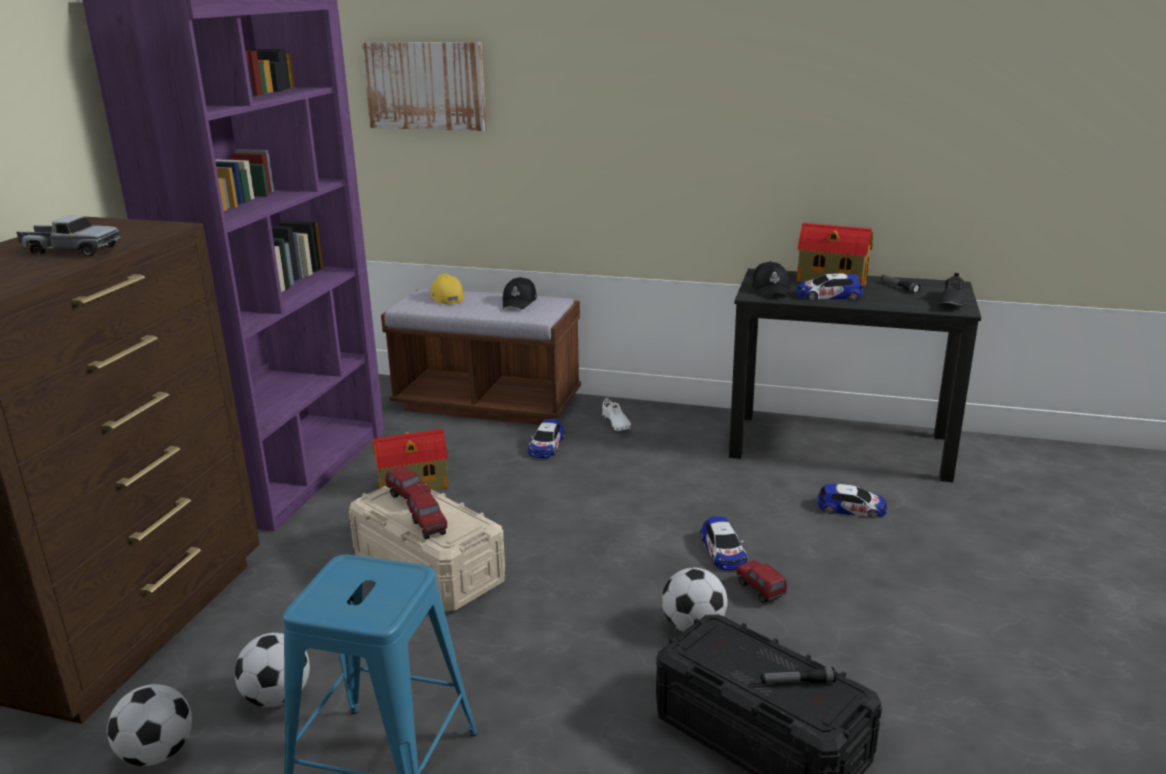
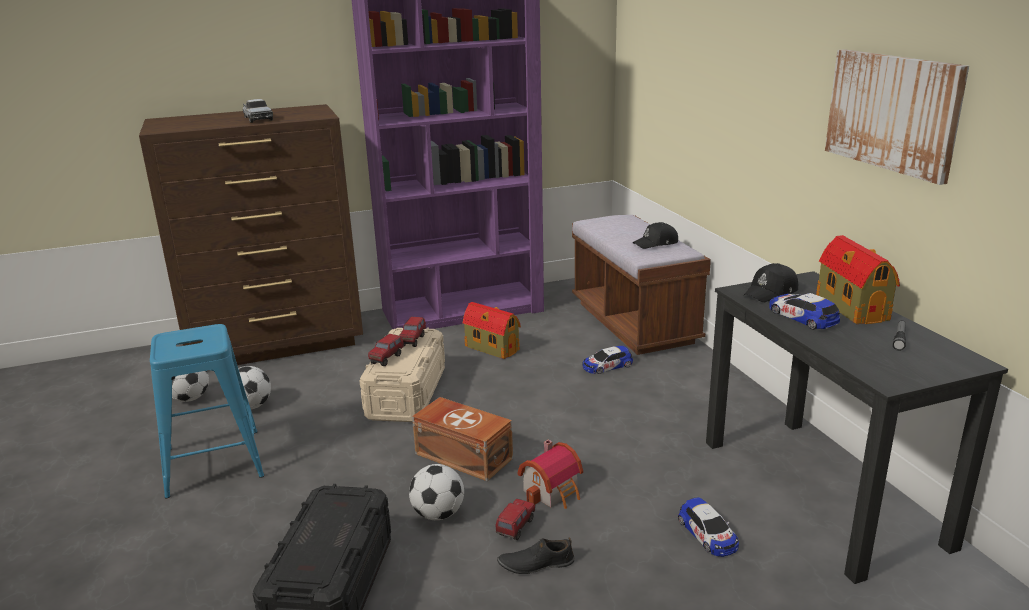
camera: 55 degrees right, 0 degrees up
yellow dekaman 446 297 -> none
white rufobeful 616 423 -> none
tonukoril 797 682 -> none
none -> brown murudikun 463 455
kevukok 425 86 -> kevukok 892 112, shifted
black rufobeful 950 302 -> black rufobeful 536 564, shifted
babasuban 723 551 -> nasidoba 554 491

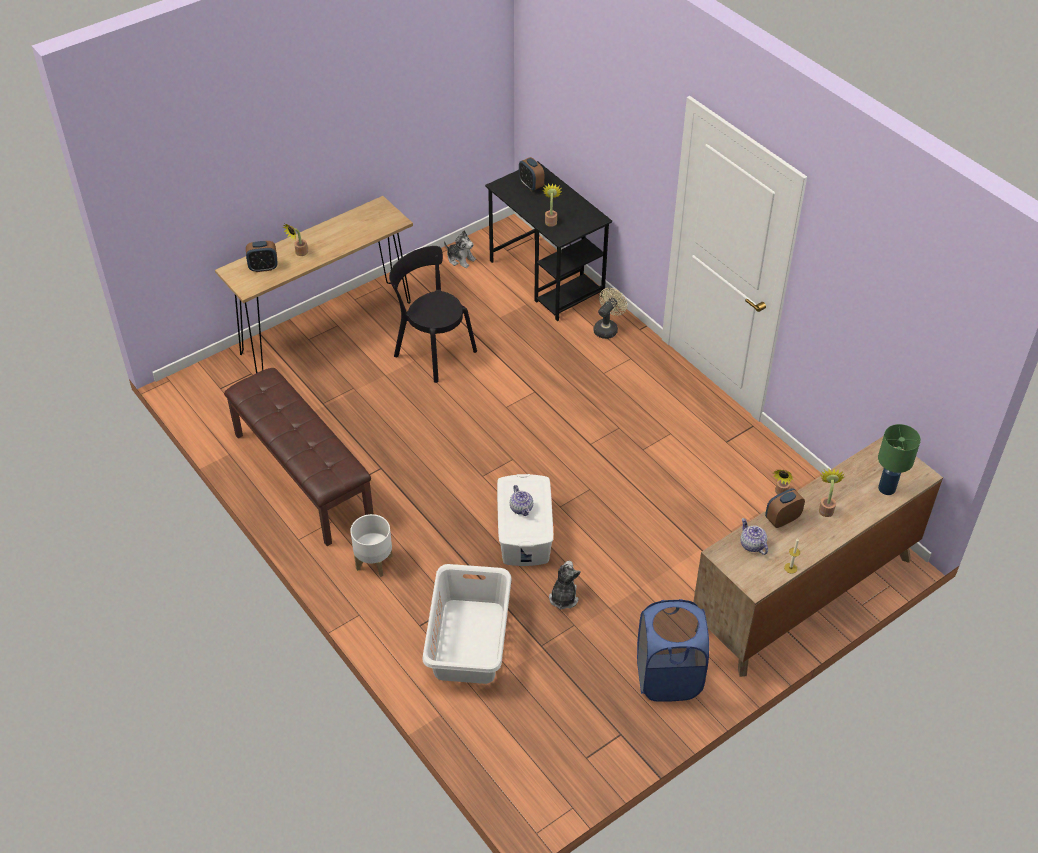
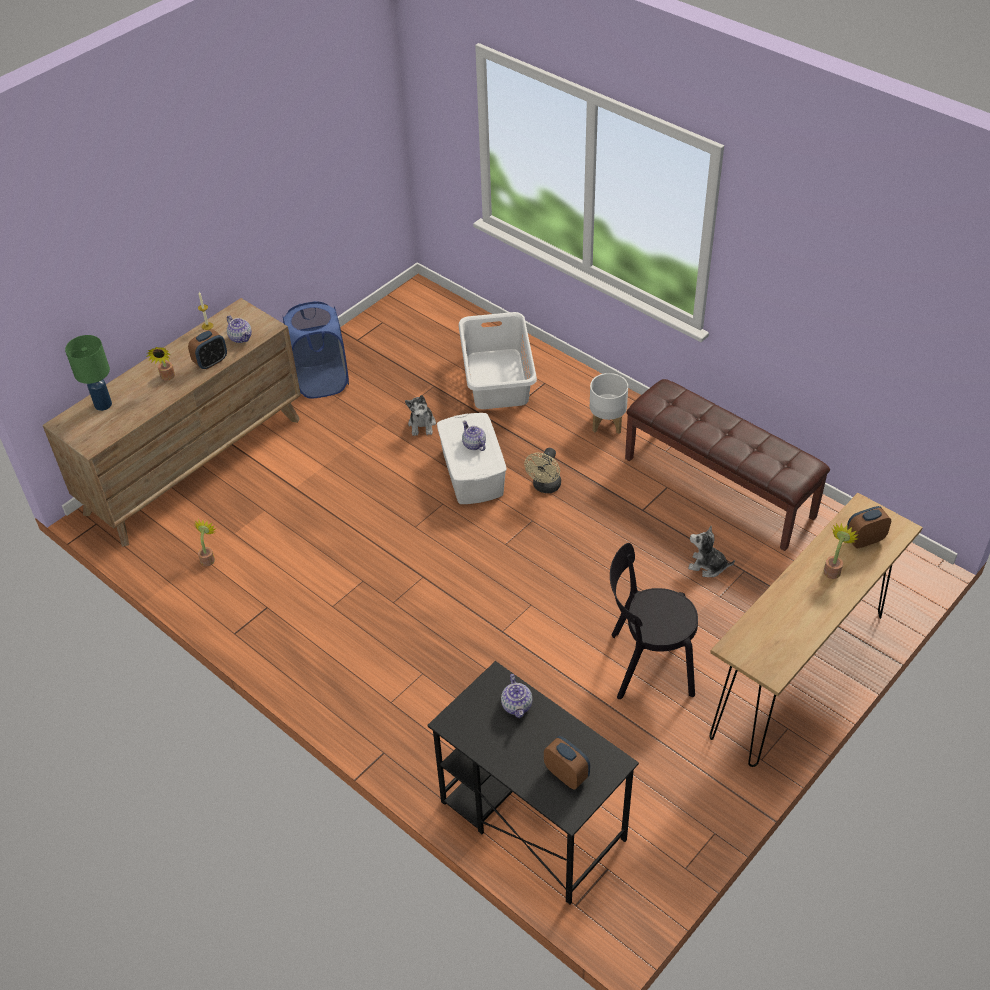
camera: 170 degrees right, 0 degrees up
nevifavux 460 259 -> nevifavux 707 566, shifted
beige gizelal 607 328 -> beige gizelal 545 487, shifted
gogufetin 551 221 -> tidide 517 705
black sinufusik 432 351 -> black sinufusik 646 664, 150 degrees clockwise

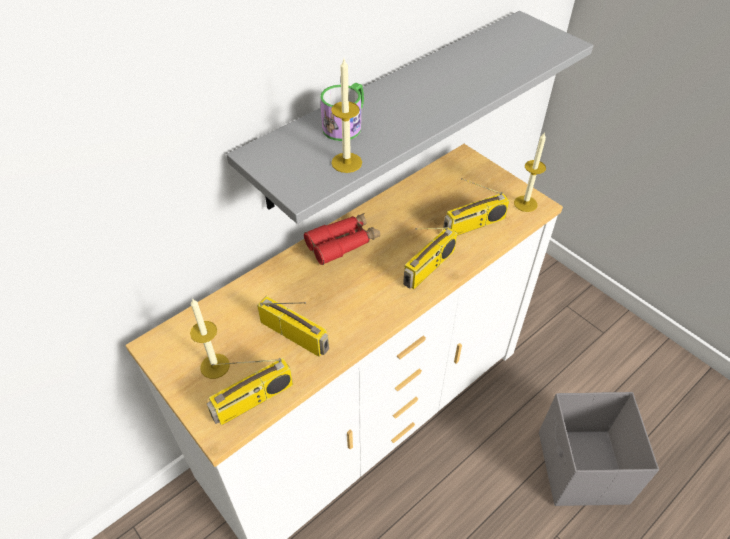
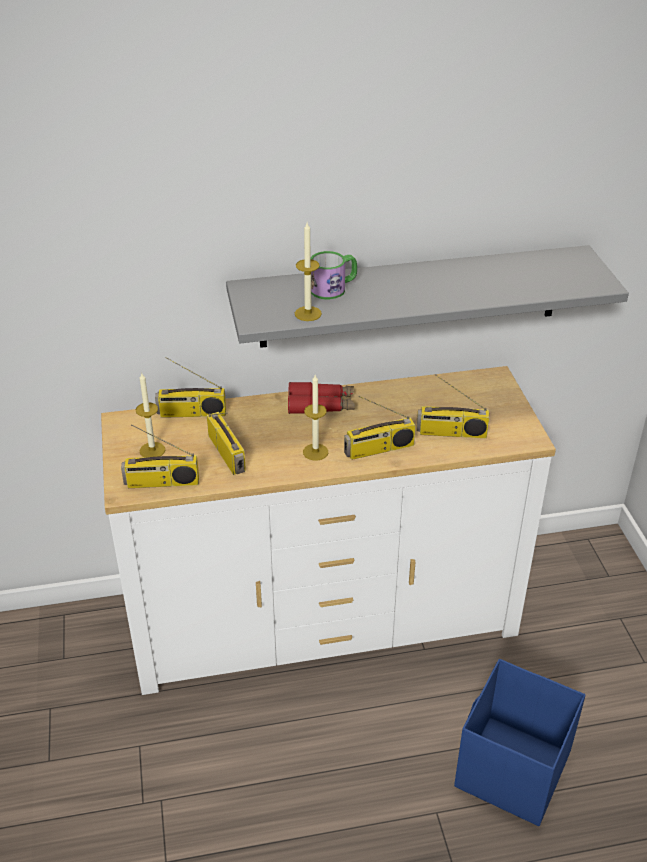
camera: 30 degrees right, 10 degrees down
none -> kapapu 191 413
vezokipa 525 203 -> vezokipa 315 452, shifted
grey murudikun 581 469 -> blue murudikun 511 771

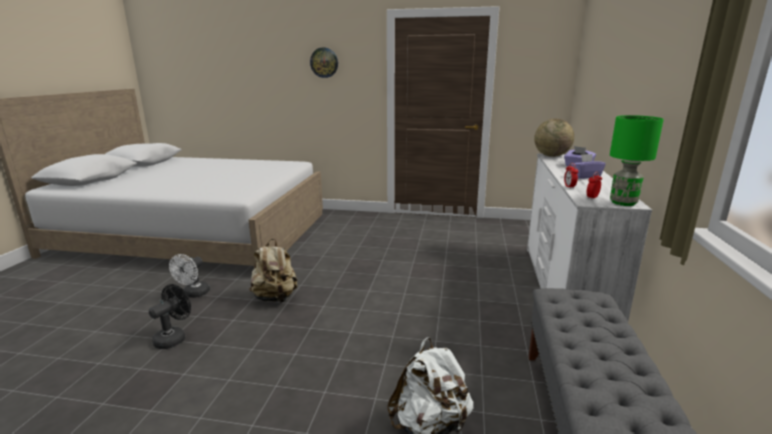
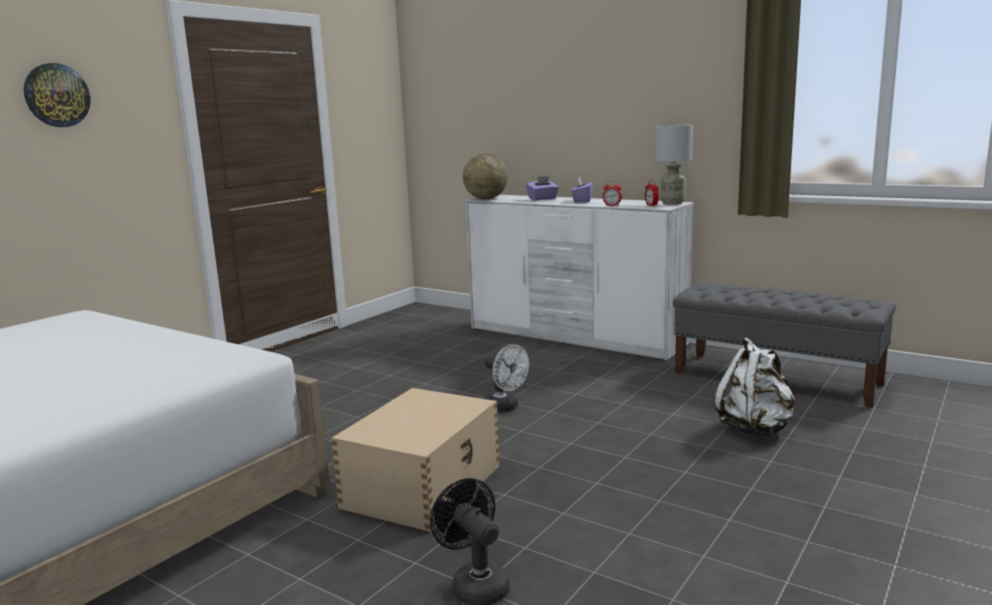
camera: 65 degrees left, 5 degrees down
white gizelal 194 294 -> white gizelal 505 407, shifted
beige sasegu 275 298 -> beige murudikun 424 485
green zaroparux 623 203 -> grey zaroparux 672 203

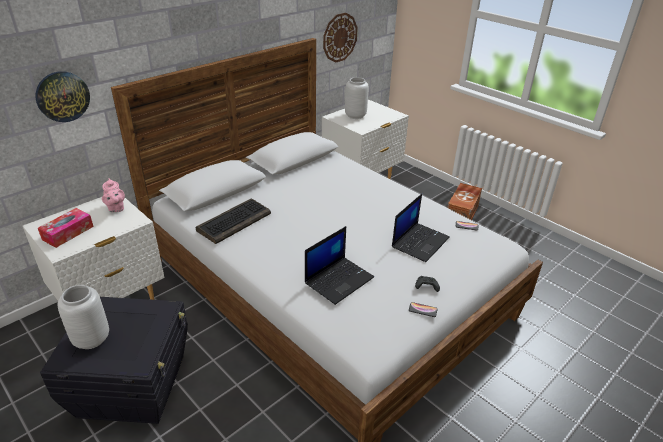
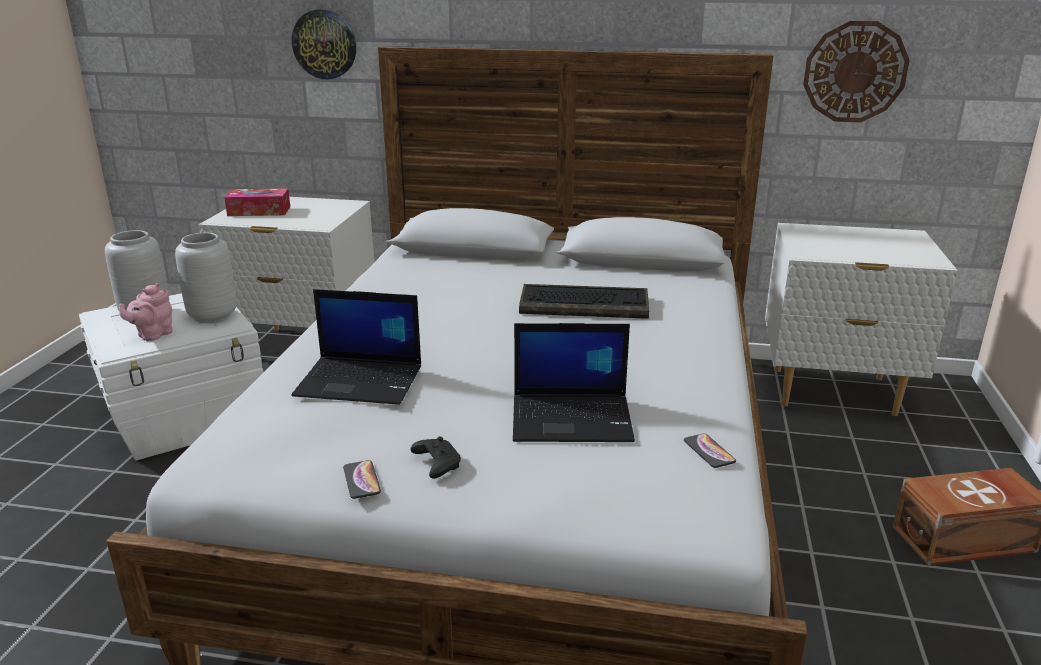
camera: 55 degrees right, 10 degrees down
pink tidide 116 208 -> pink tidide 153 335, shifted
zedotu 234 221 -> zedotu 585 304, shifted
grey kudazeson 355 115 -> grey kudazeson 214 316, shifted
black murudikun 133 385 -> white murudikun 186 418

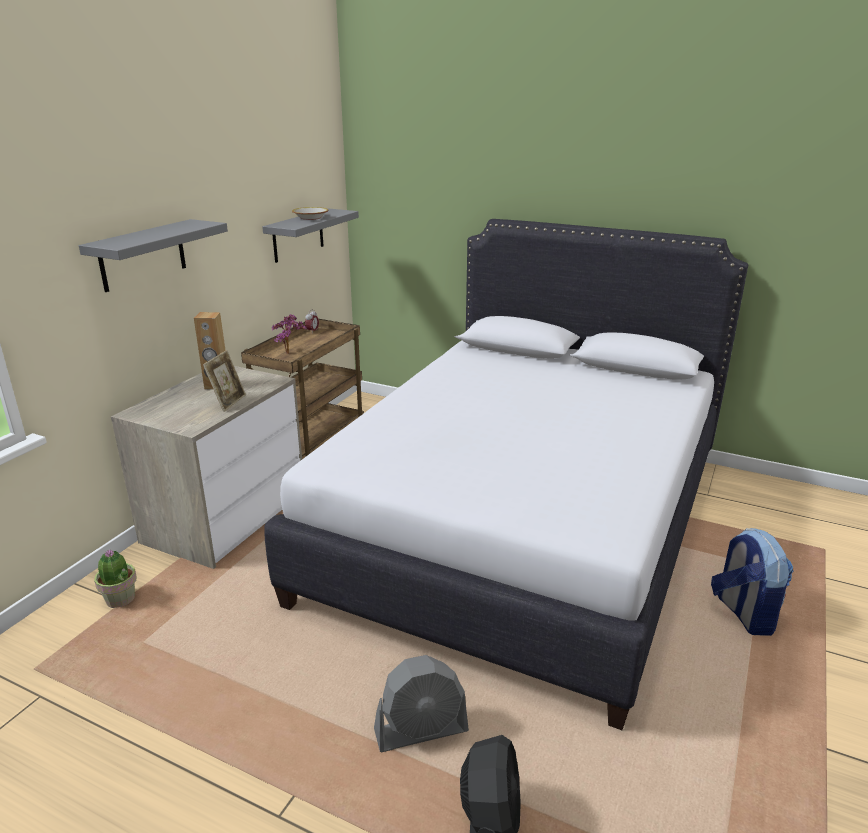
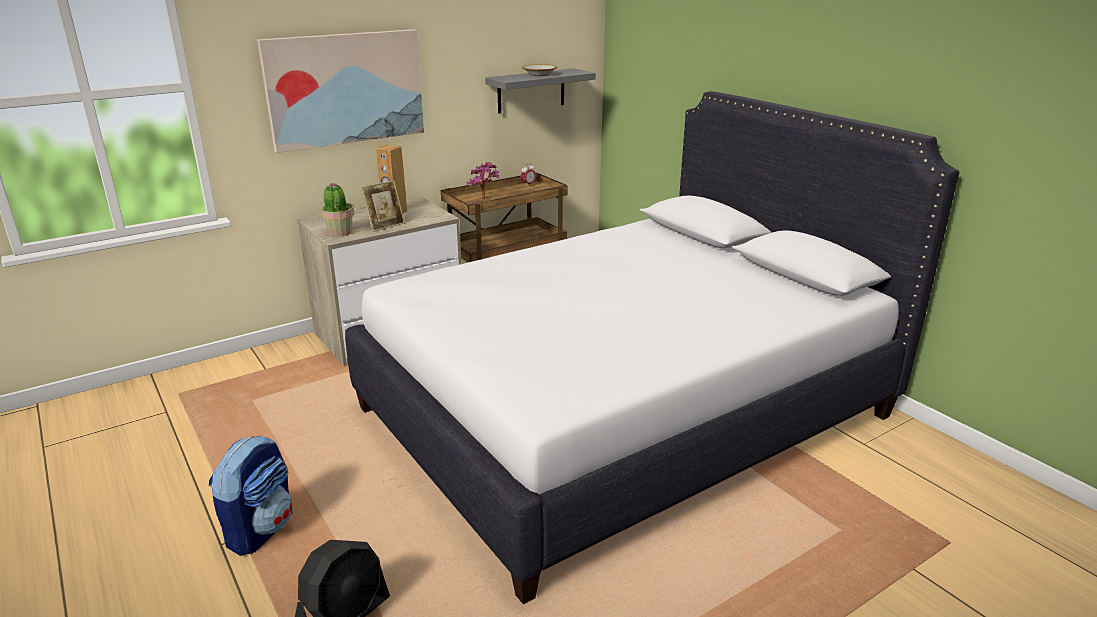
camera: 30 degrees right, 0 degrees up
grey gizelal 421 731 -> none
gogufetin 120 599 -> gogufetin 339 232, shifted
sasegu 743 613 -> sasegu 260 529, shifted
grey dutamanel 143 255 -> kevukok 345 88

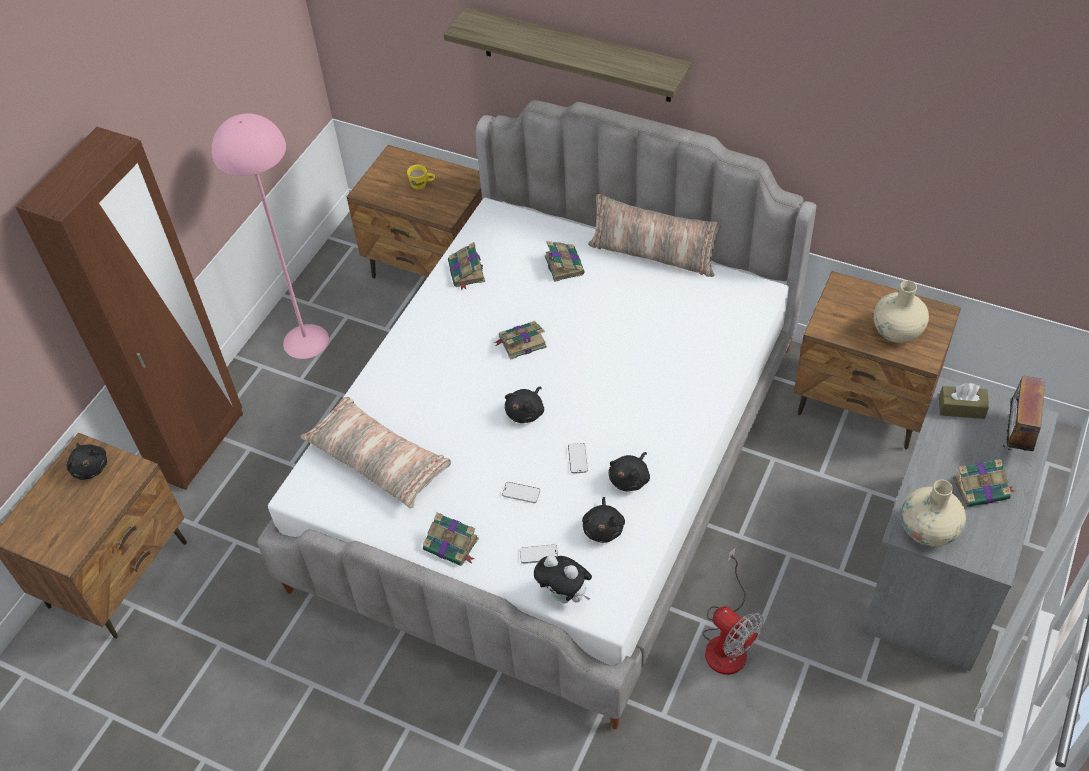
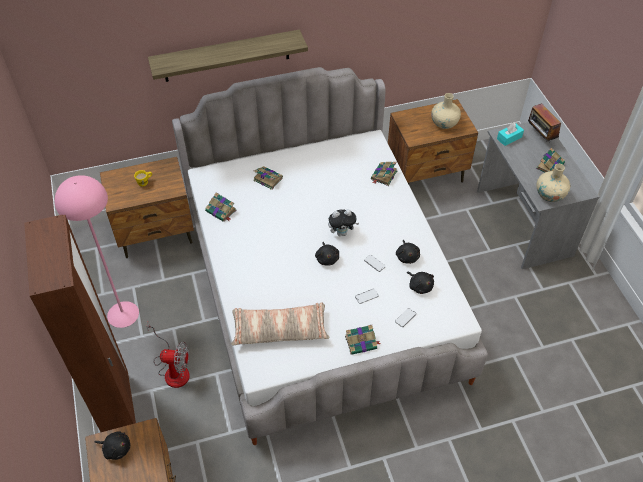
camera: 45 degrees left, 0 degrees up
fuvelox 653 254 -> none
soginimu 521 342 -> soginimu 383 176, shifted
nevifavux 565 595 -> nevifavux 342 232, shifted
gizelal 727 640 -> gizelal 173 369, shifted
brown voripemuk 961 408 -> turquoise voripemuk 509 138

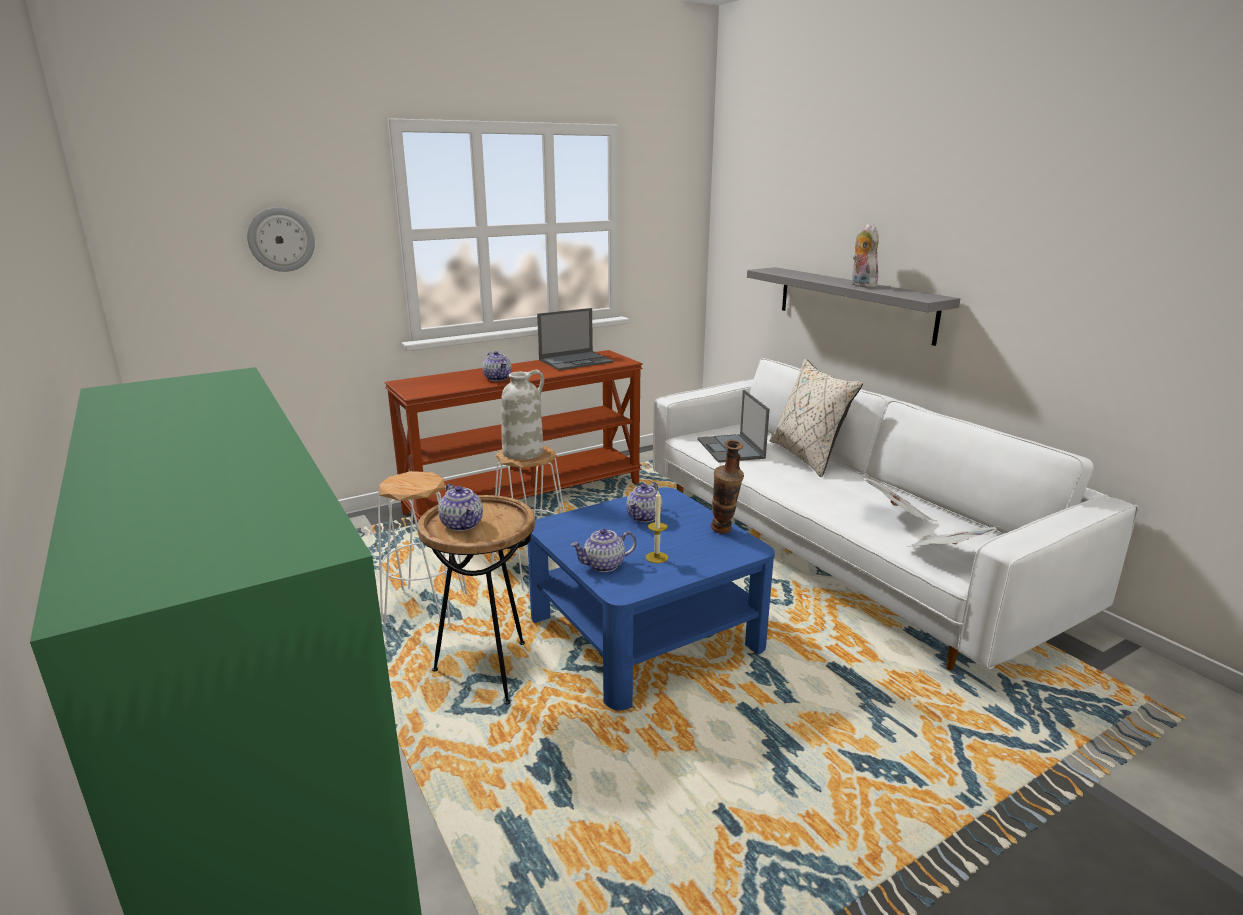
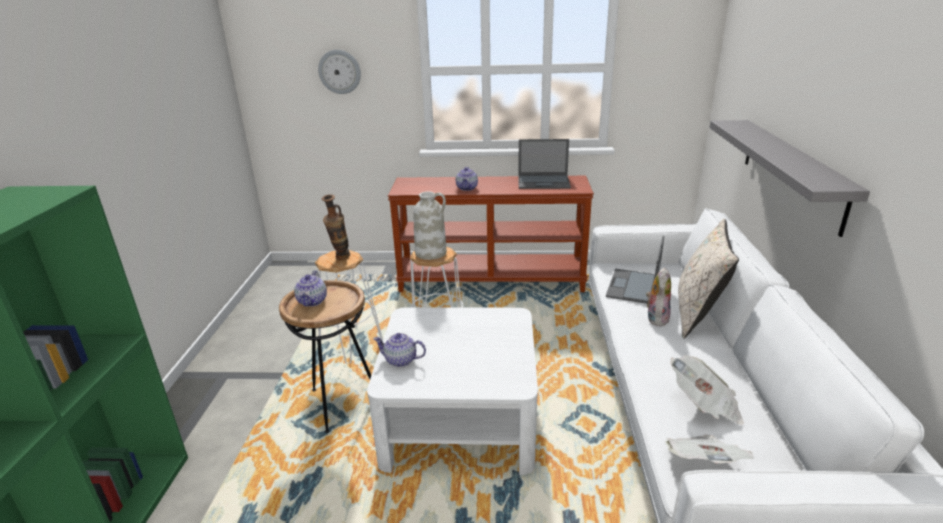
camera: 35 degrees right, 5 degrees up
tidide 644 517 -> none
vezokipa 656 557 -> none
kudazeson 724 532 -> kudazeson 340 259, shifted
nevifavux 861 285 -> nevifavux 656 318, shifted
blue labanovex 646 632 -> white labanovex 461 419

